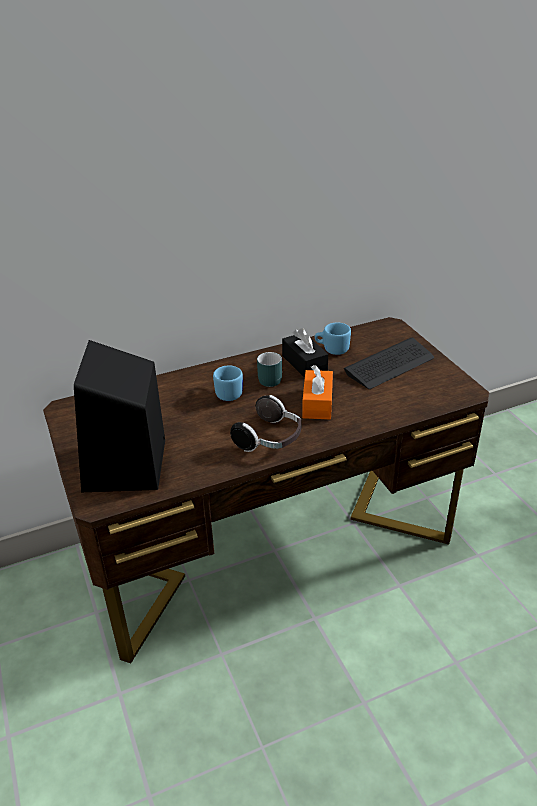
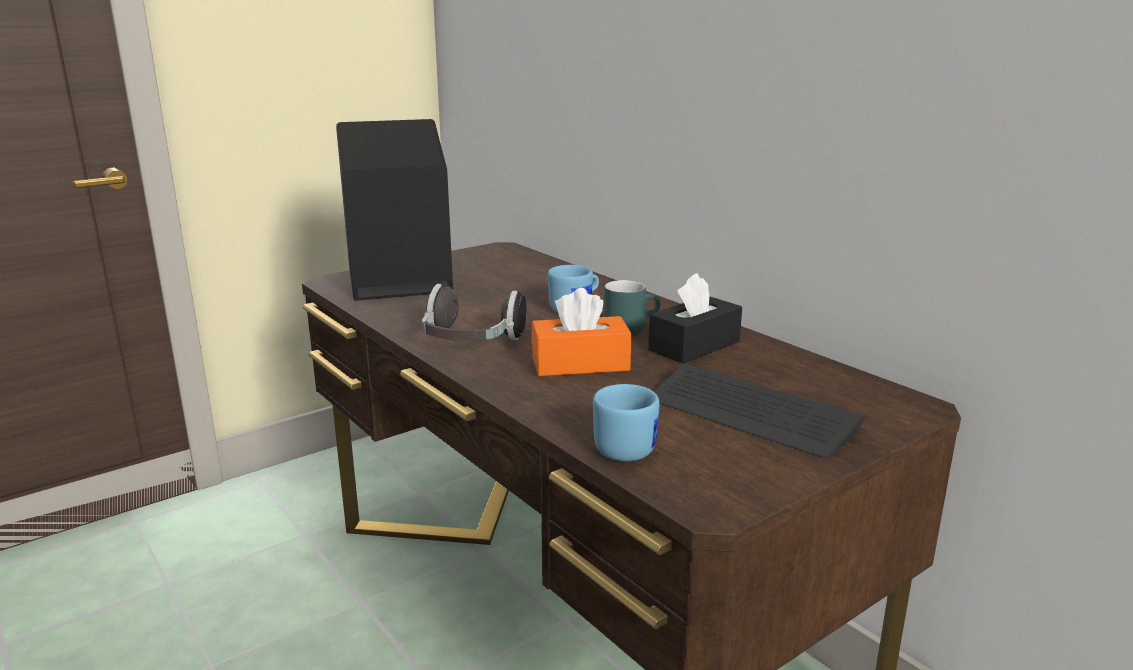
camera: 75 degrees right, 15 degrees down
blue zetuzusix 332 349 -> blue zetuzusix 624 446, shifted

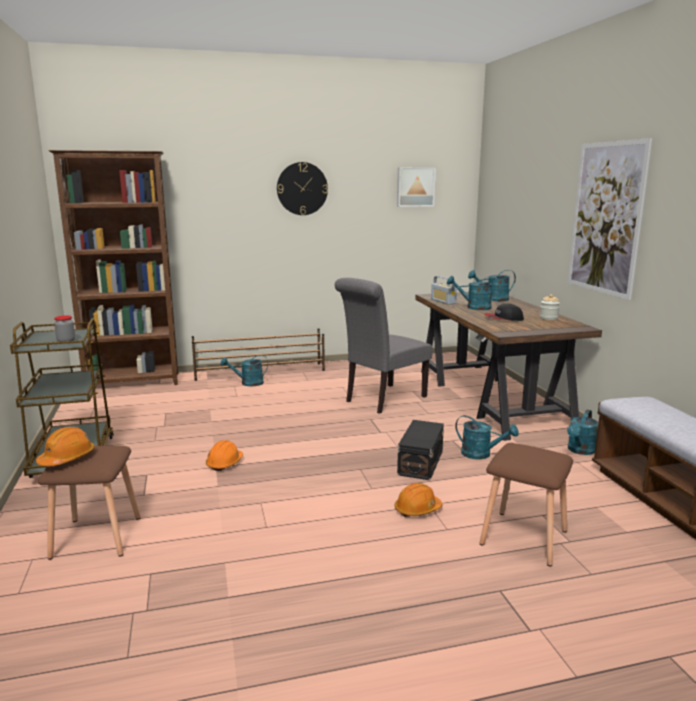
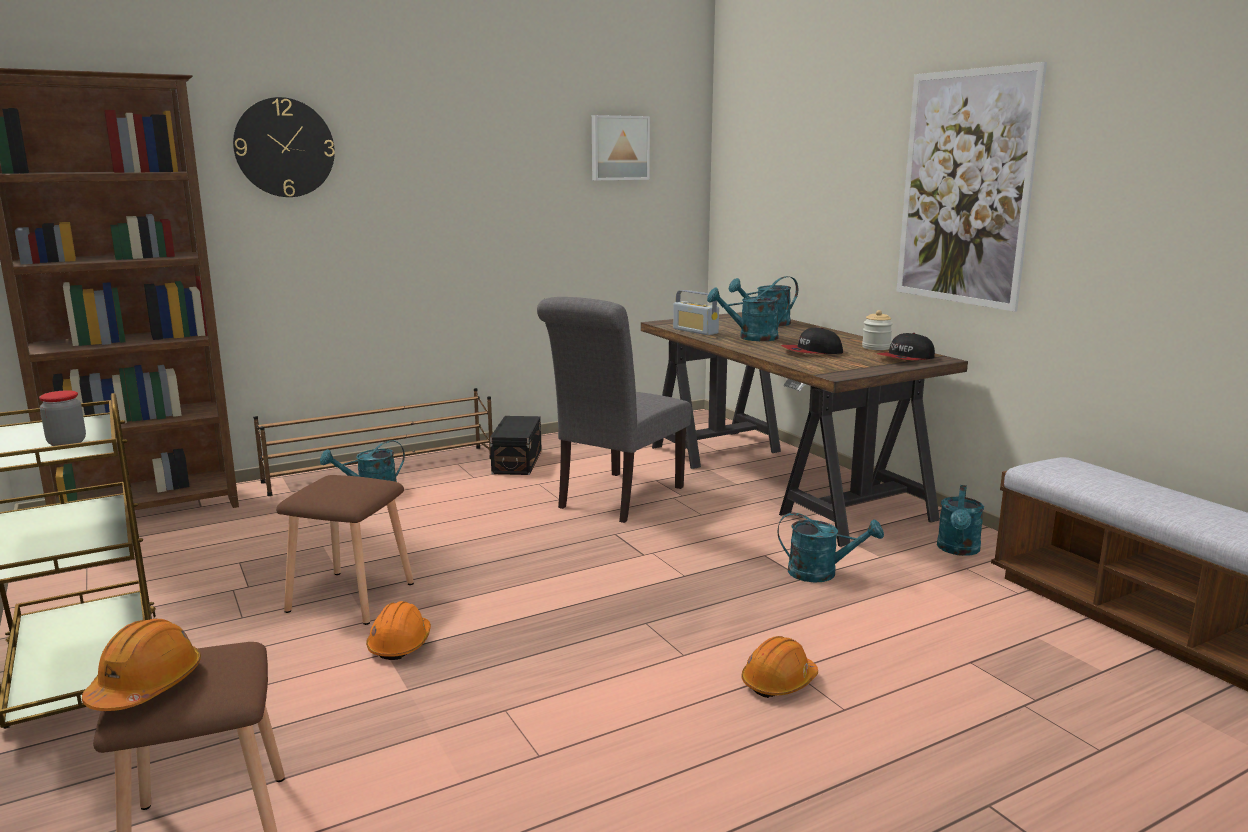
camera: 15 degrees left, 0 degrees up
none -> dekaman 906 358
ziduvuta 302 188 -> ziduvuta 284 148, shifted
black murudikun 419 463 -> black murudikun 516 462, shifted
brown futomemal 522 537 -> brown futomemal 349 597, shifted

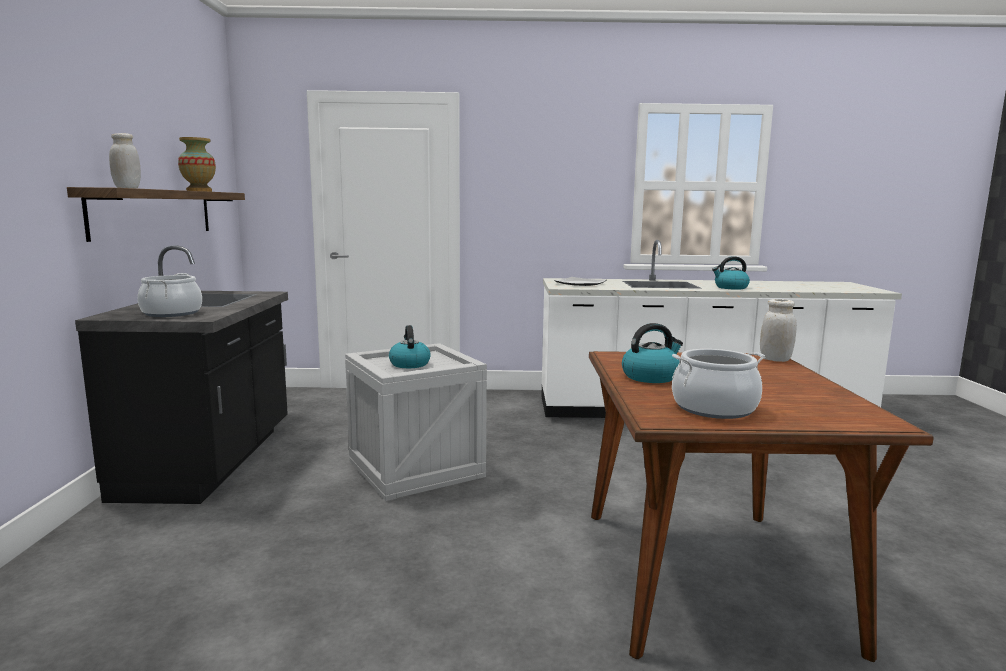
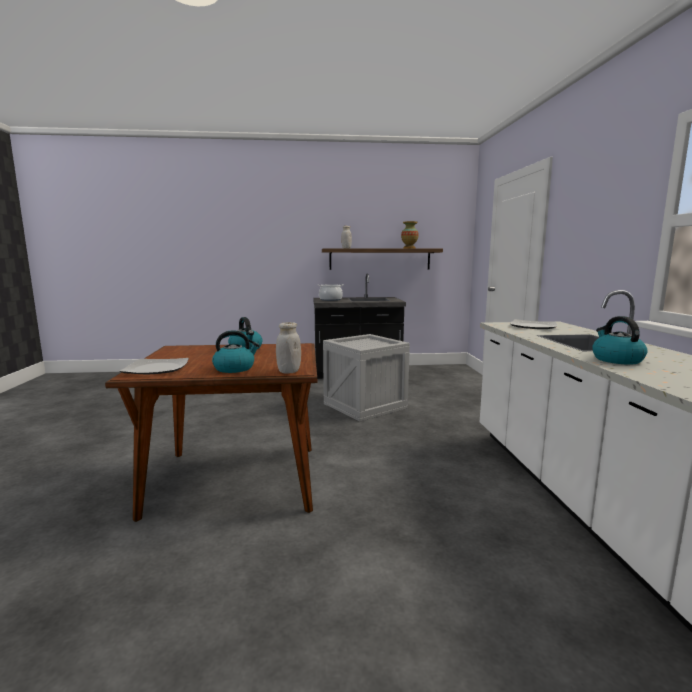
camera: 85 degrees right, 0 degrees up
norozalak 713 408 -> none
none -> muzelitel 156 368
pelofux 409 364 -> pelofux 235 368, shifted

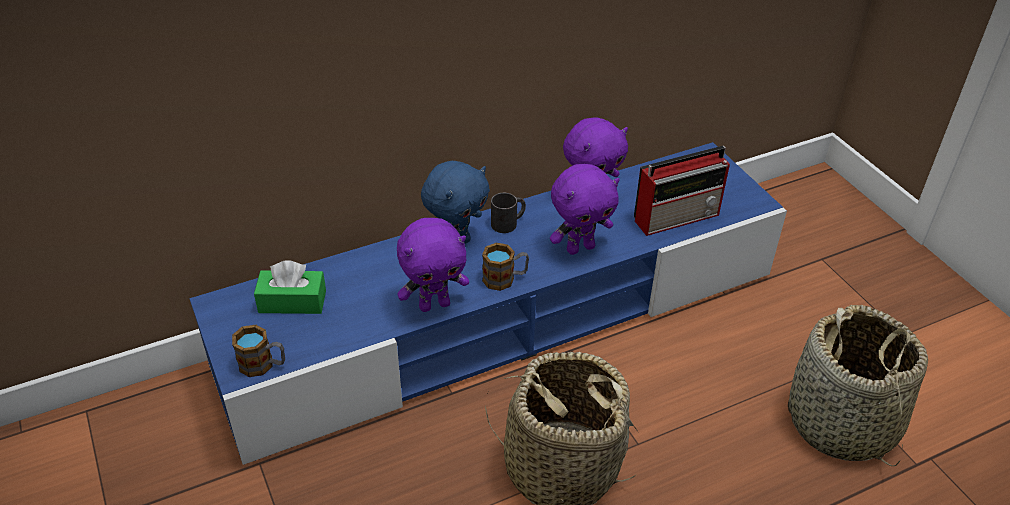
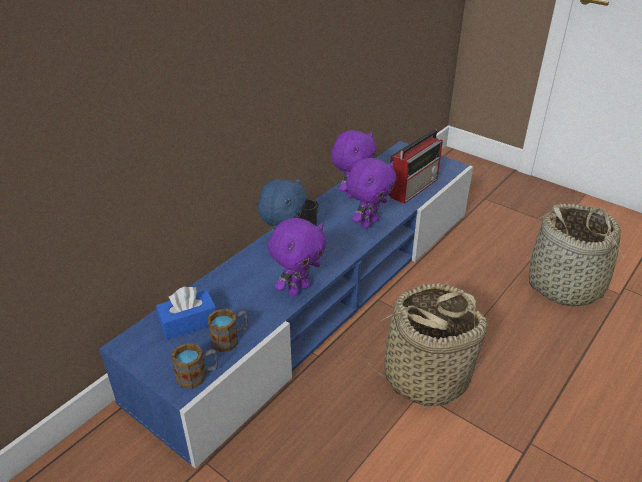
camera: 25 degrees left, 5 degrees down
zetuzusix 505 279 -> zetuzusix 230 338, shifted
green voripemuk 292 301 -> blue voripemuk 188 322

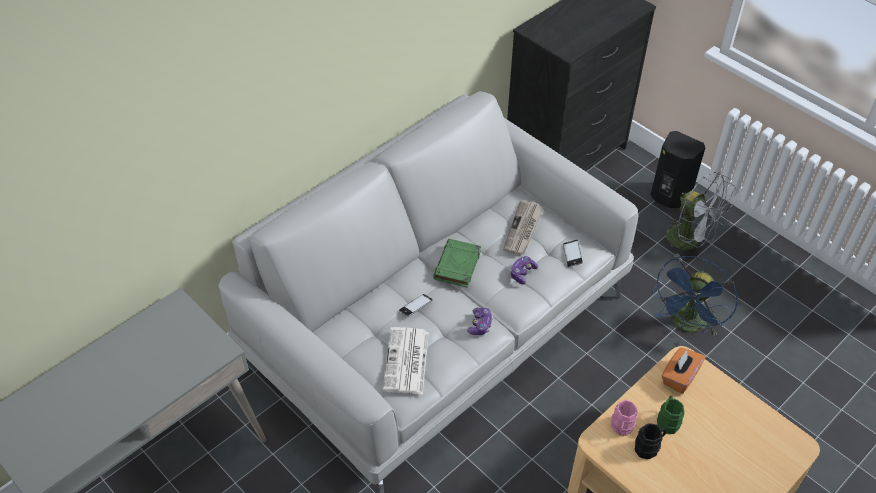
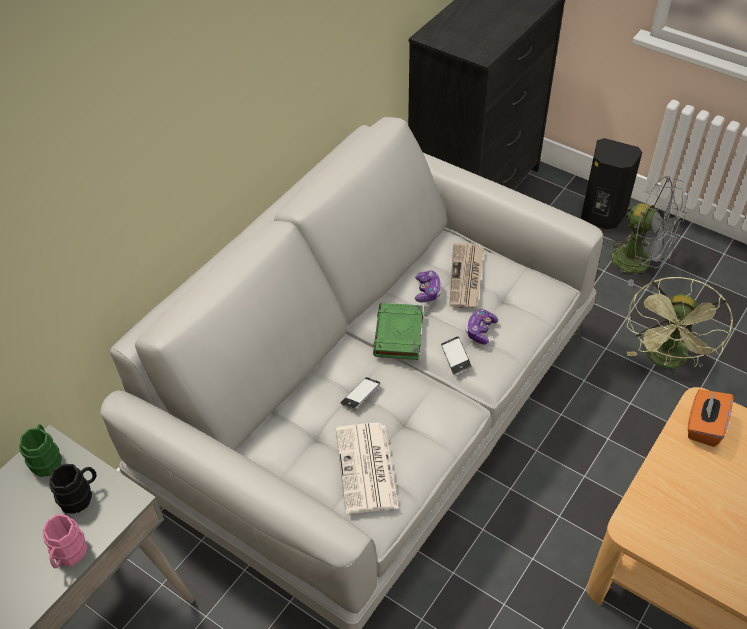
camera: 10 degrees left, 0 degrees up
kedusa 480 325 -> kedusa 427 291, shifted
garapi 572 255 -> garapi 455 357, shifted
pink zetuzusix 621 428 -> pink zetuzusix 68 555, shifted
black zetuzusix 649 447 -> black zetuzusix 80 496, shifted
green zetuzusix 667 420 -> green zetuzusix 46 458, shifted
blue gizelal 687 325 -> green gizelal 666 361

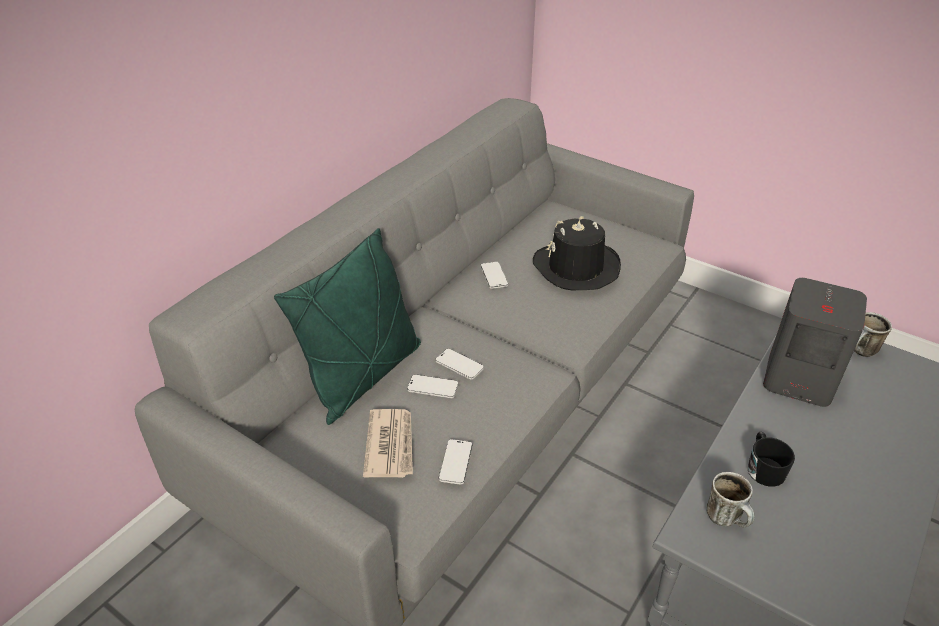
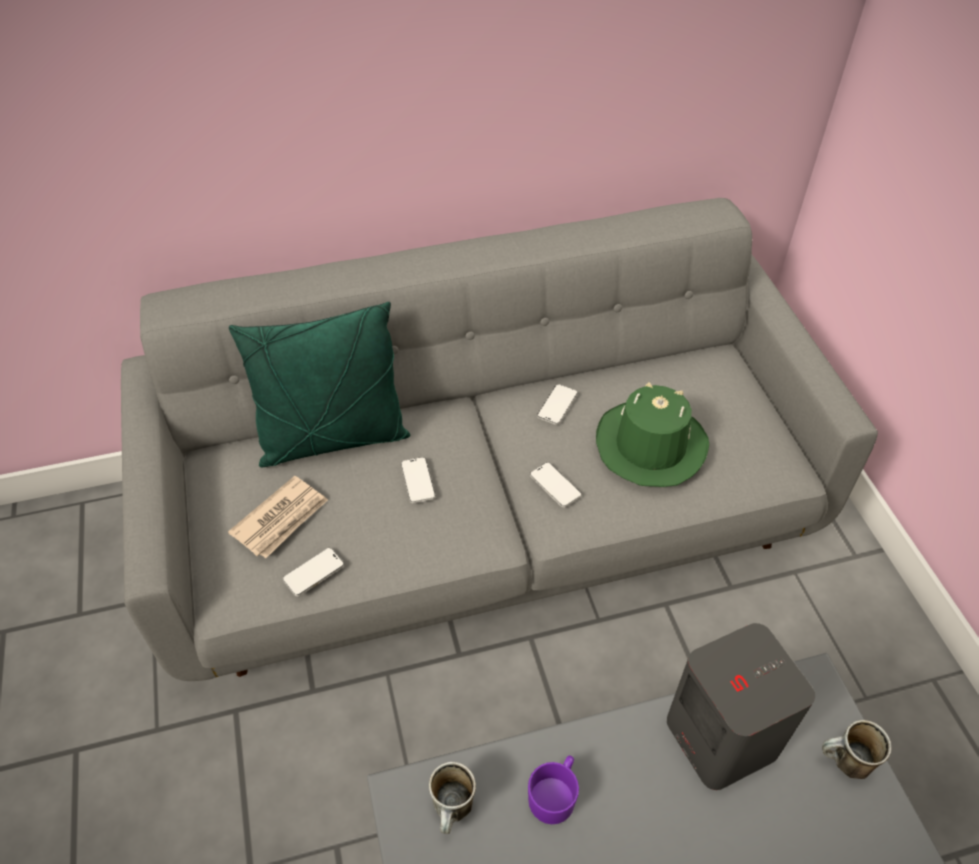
camera: 40 degrees right, 10 degrees up
garapi 433 387 -> garapi 555 486, shifted
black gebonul 576 267 -> green gebonul 650 446
black zetuzusix 763 467 -> purple zetuzusix 554 794

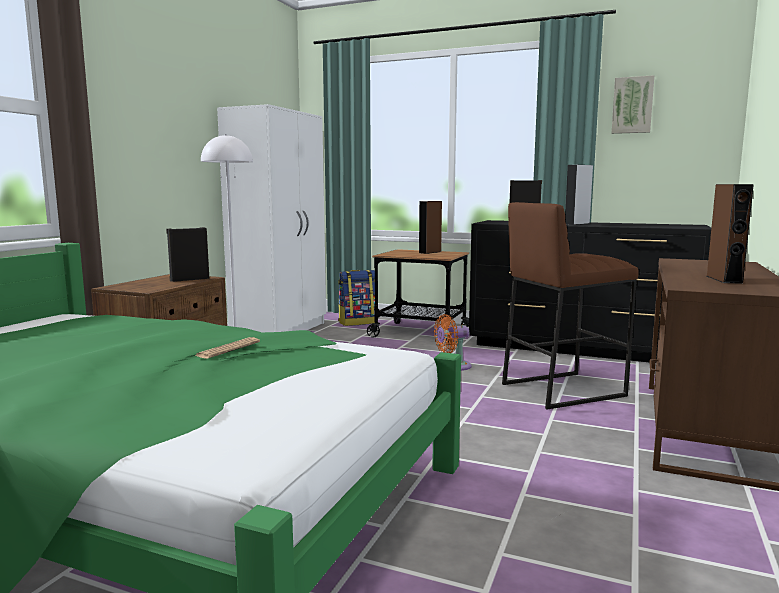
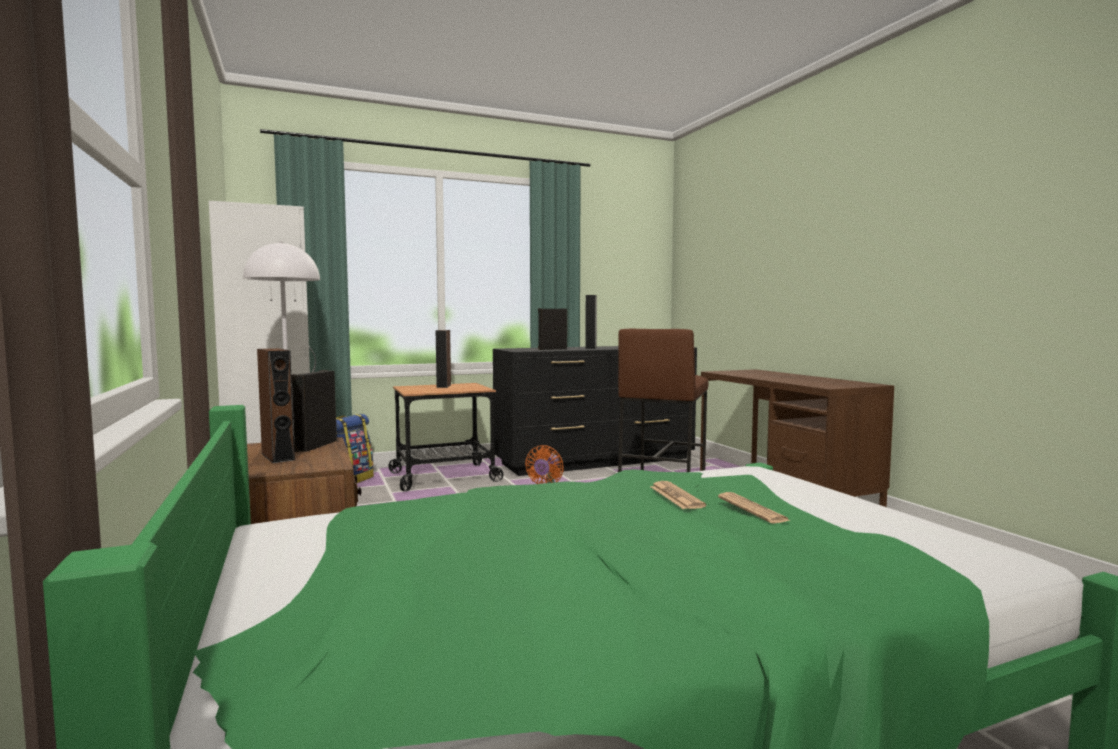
camera: 45 degrees left, 5 degrees down
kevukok 632 105 -> none
none -> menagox 752 509
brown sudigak 724 279 -> brown sudigak 278 456, shifted

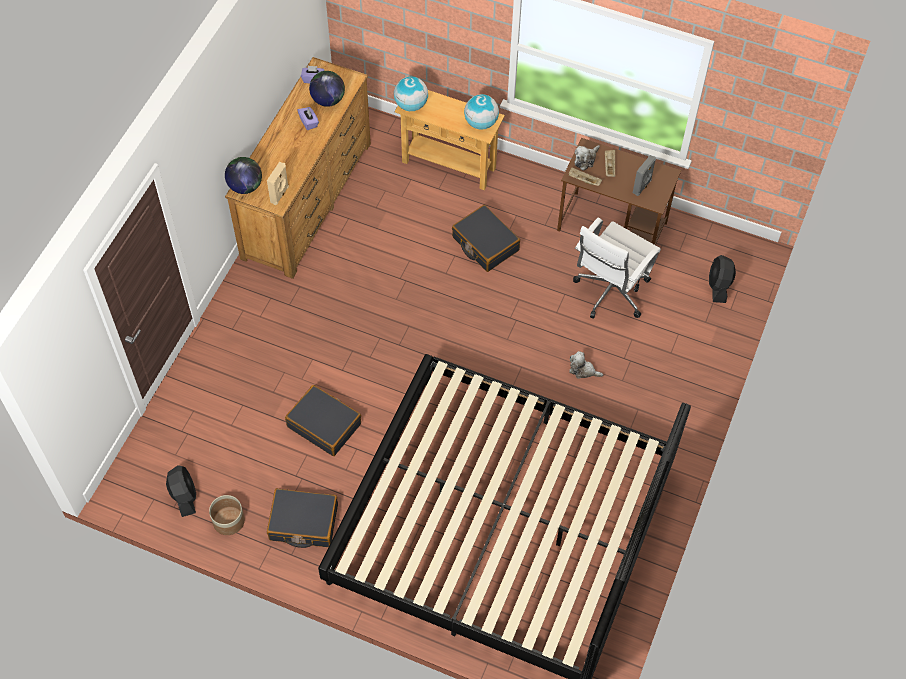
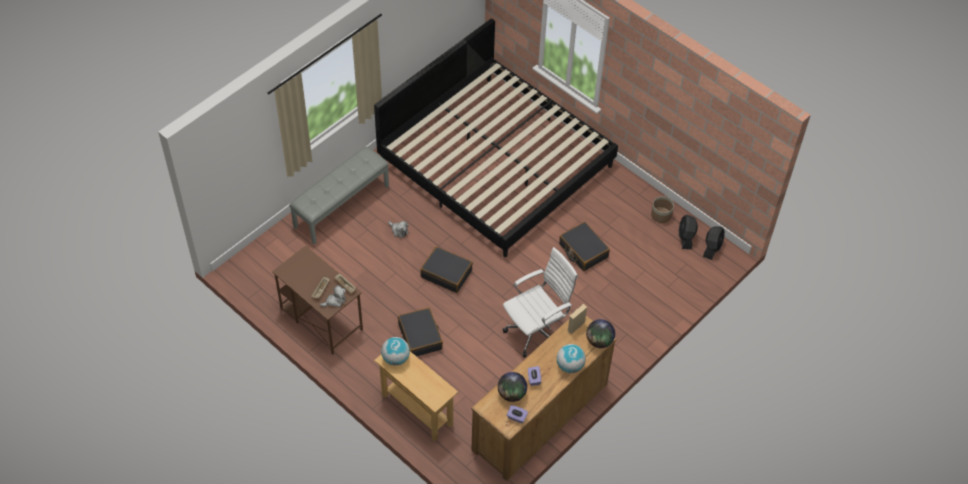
camera: 160 degrees left, 5 degrees down
grey sudigak 642 186 -> none
none -> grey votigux 341 206
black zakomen 303 523 -> black zakomen 446 273, shifted
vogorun 411 105 -> vogorun 570 366, shifted
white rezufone 609 293 -> white rezufone 536 331, shifted
black gizelal 718 286 -> black gizelal 712 248, shifted

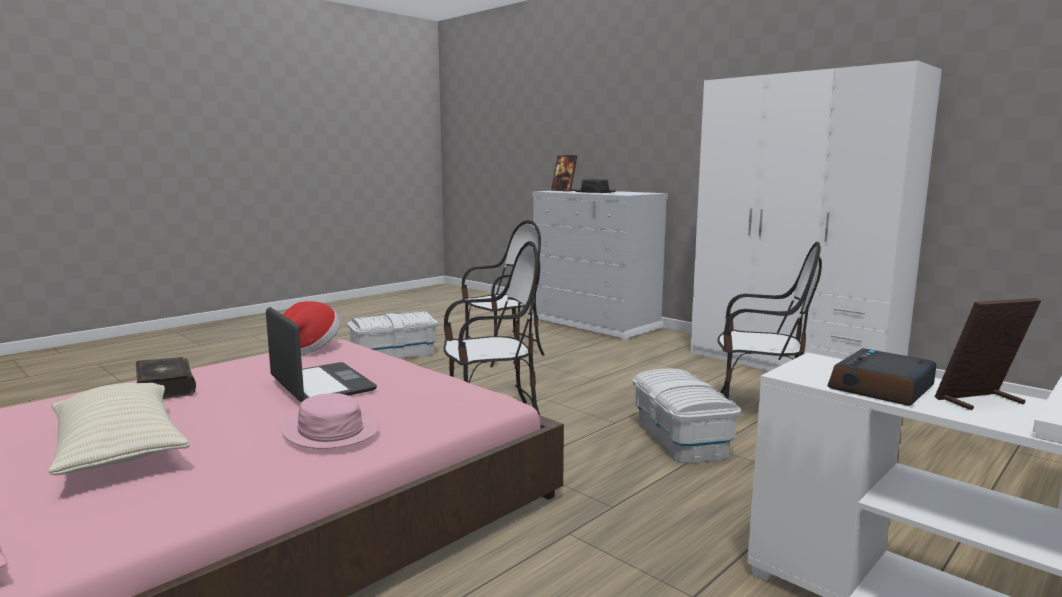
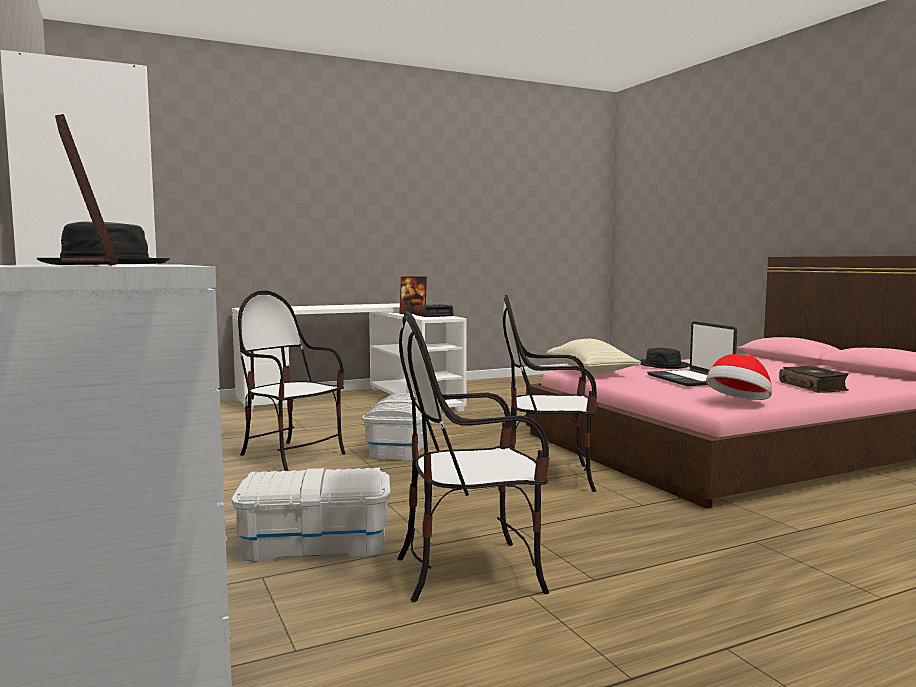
camera: 160 degrees left, 5 degrees down
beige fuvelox 119 450 -> beige fuvelox 590 372, shifted
white murudikun 394 354 -> white murudikun 315 544, shifted
pink gebonul 330 430 -> black gebonul 663 365

